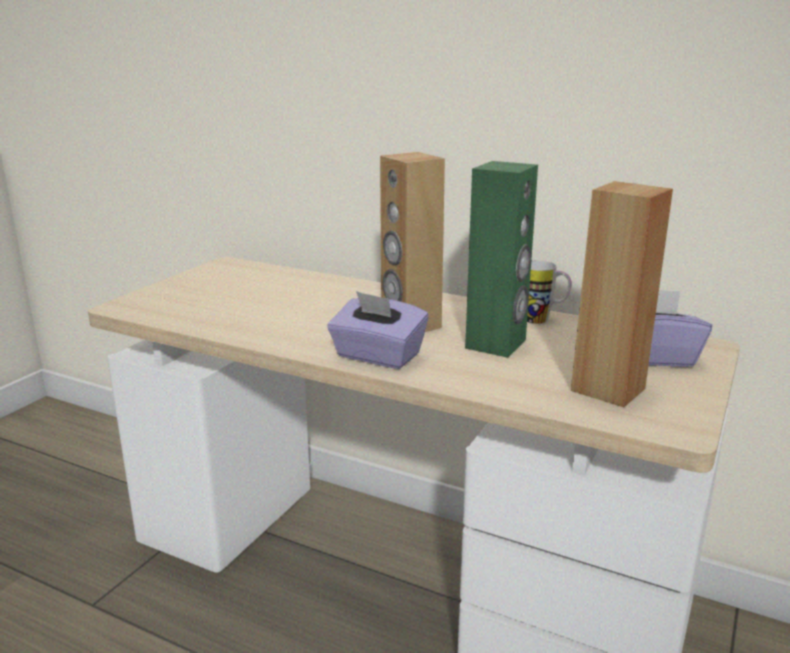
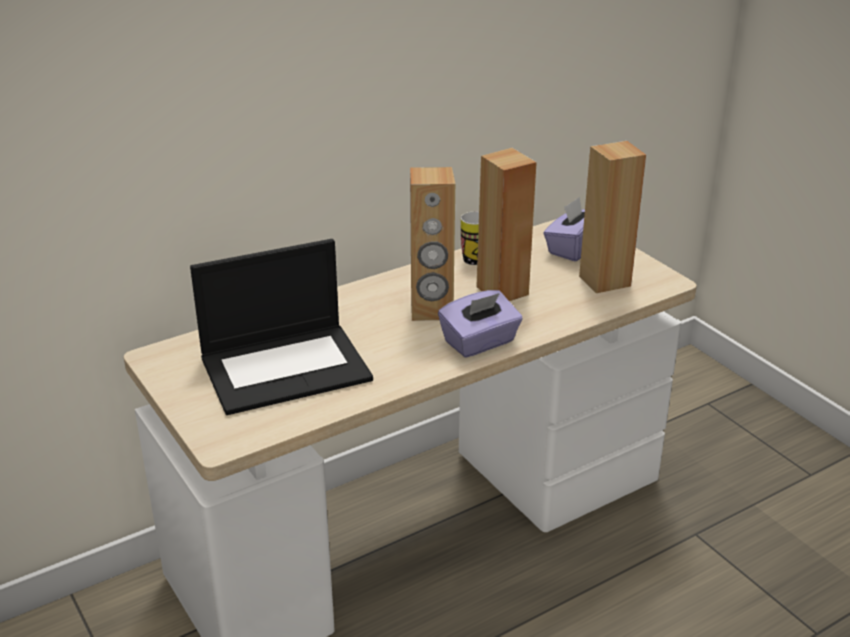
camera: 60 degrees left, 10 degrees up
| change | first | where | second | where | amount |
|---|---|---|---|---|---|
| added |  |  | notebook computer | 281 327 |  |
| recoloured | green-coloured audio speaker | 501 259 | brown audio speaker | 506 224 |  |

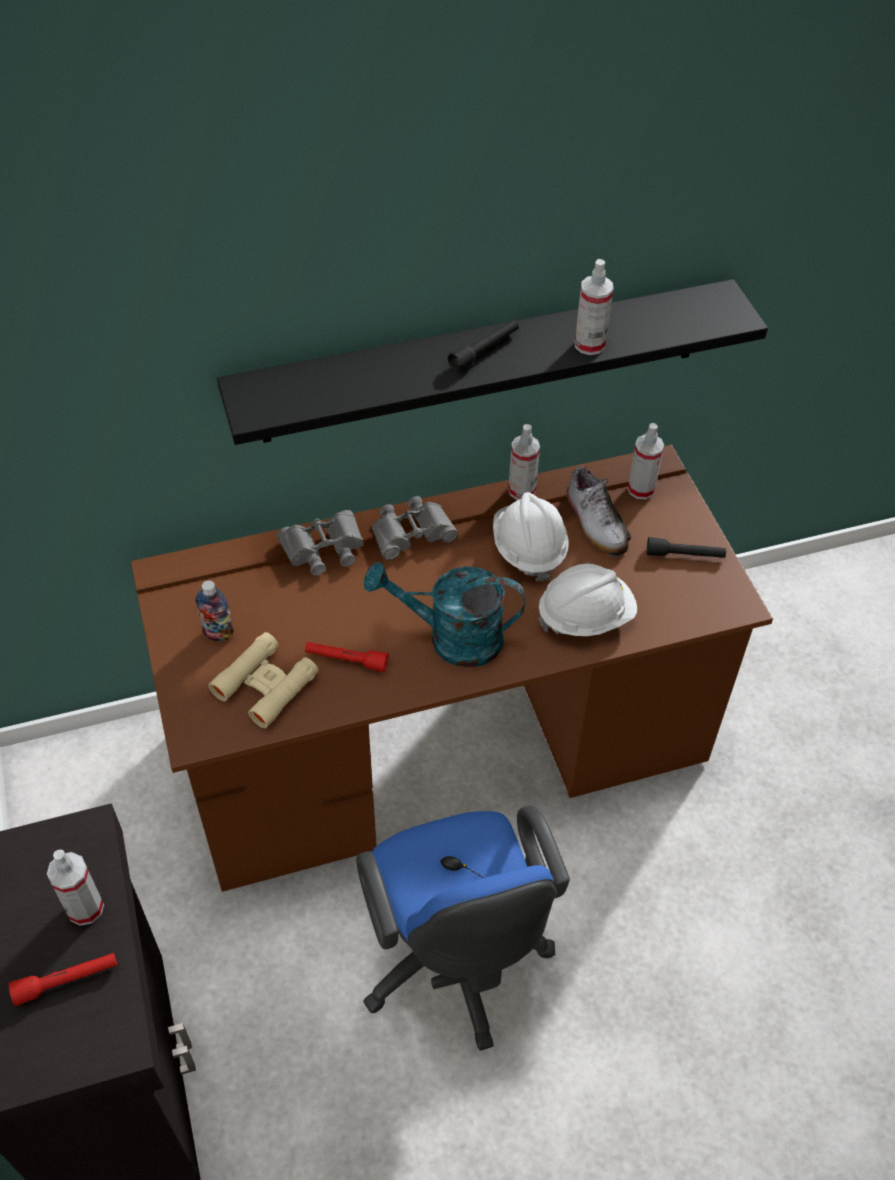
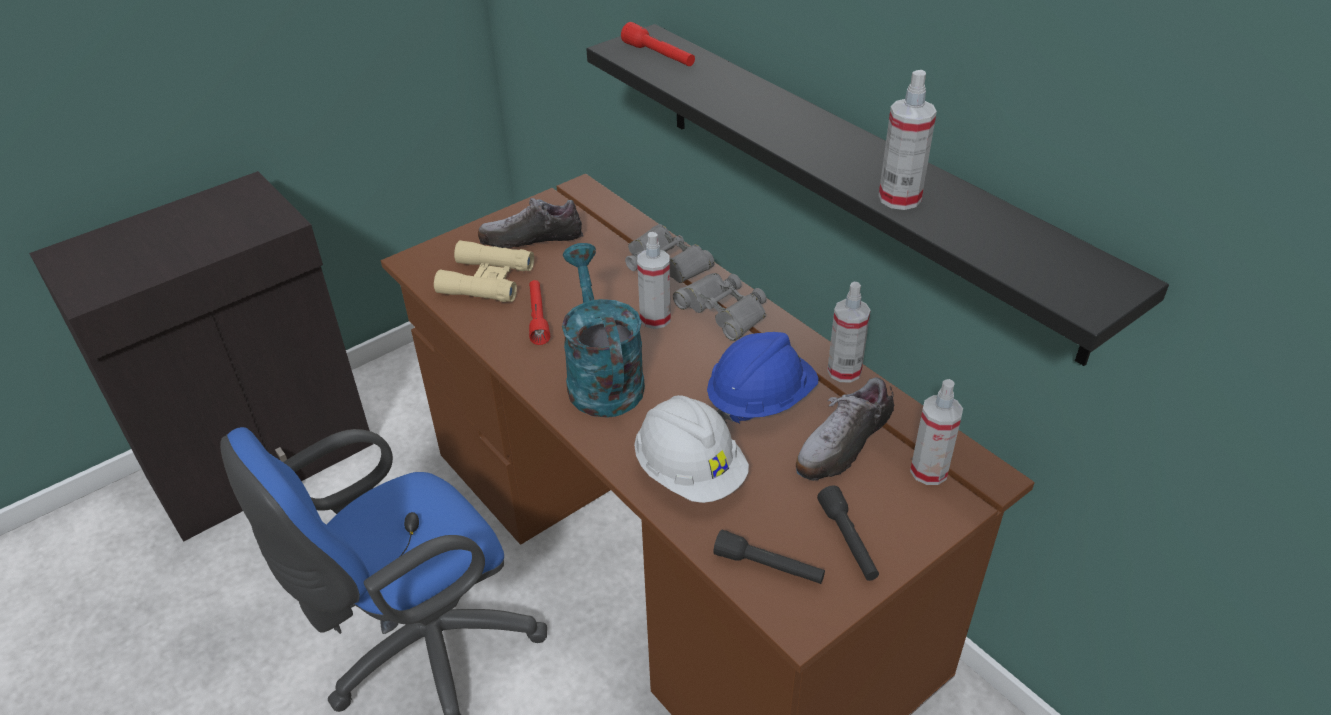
camera: 70 degrees right, 10 degrees down
| change | first | where | second | where | amount |
|---|---|---|---|---|---|
| replaced | drink bottle | 214 610 | low shoe | 530 223 |  |
| moved | red-coloured flashlight | 63 979 |  | 658 44 |  |
| moved | hand sprayer | 75 887 |  | 654 280 |  |
| recoloured | white-coloured safety helmet | 531 536 | blue safety helmet | 763 378 |  |
| moved | black flashlight | 483 346 |  | 769 557 |  |

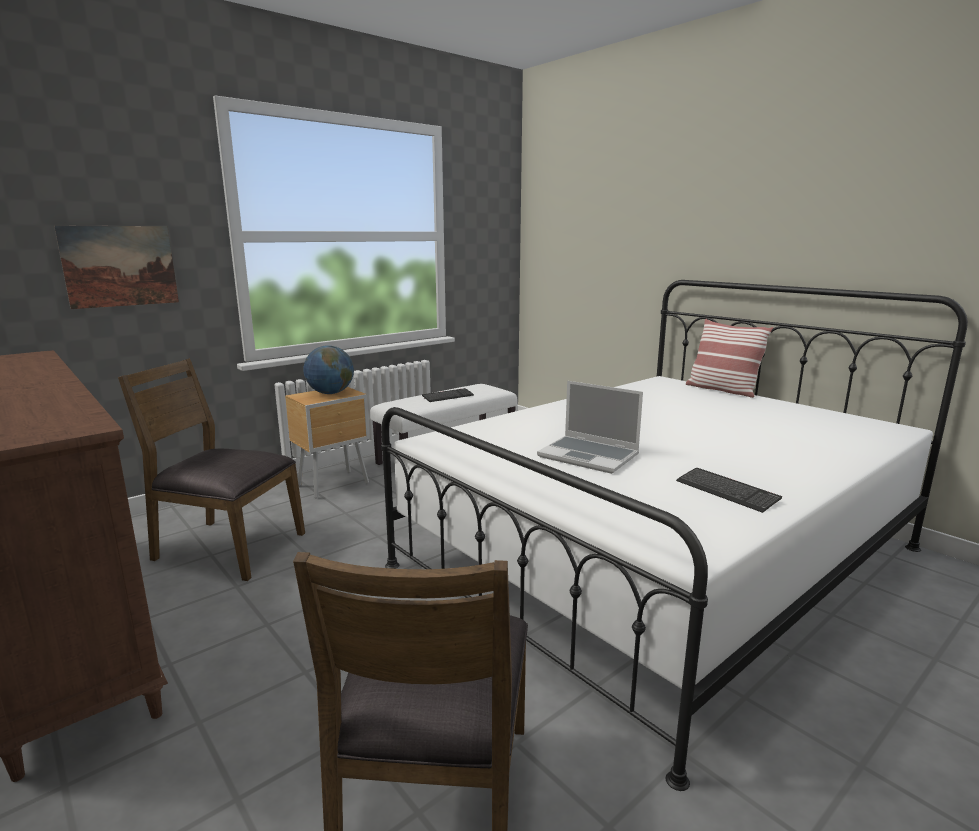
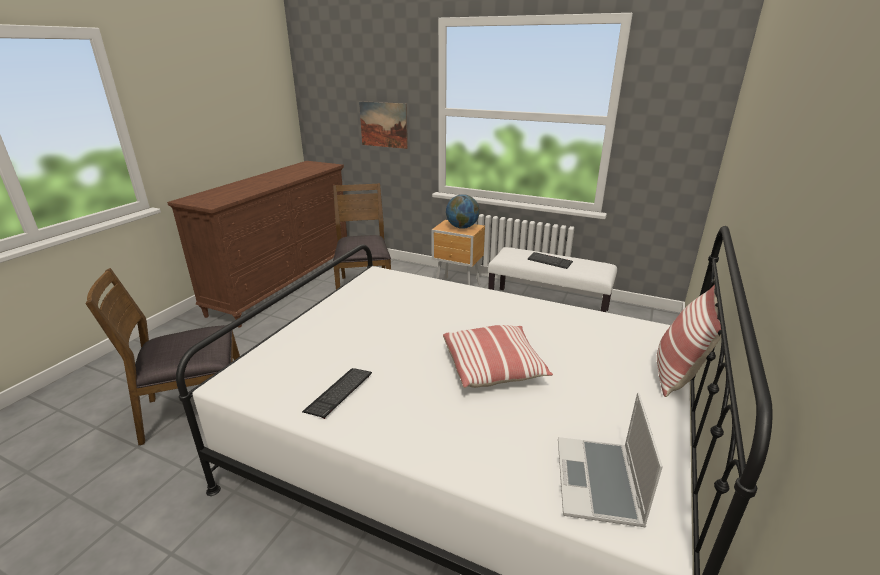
camera: 65 degrees right, 10 degrees up
| change | first | where | second | where | amount |
|---|---|---|---|---|---|
| added |  |  | throw pillow | 498 356 |  |
| moved | notebook computer | 590 427 |  | 610 459 |  |

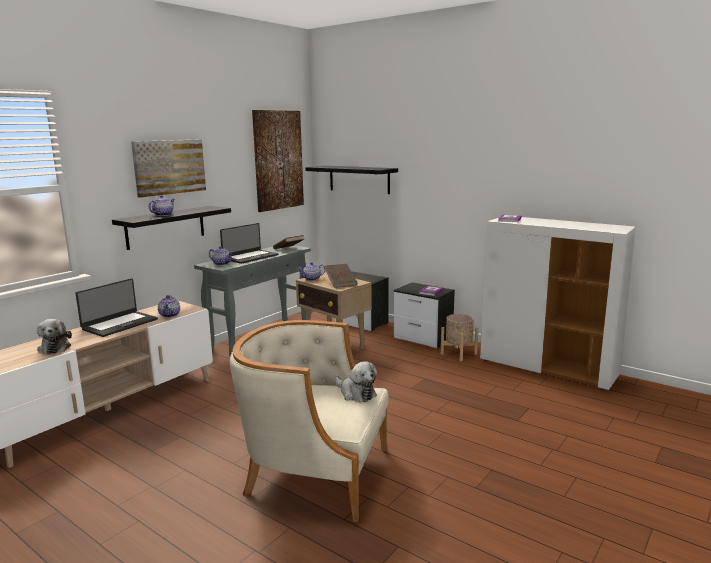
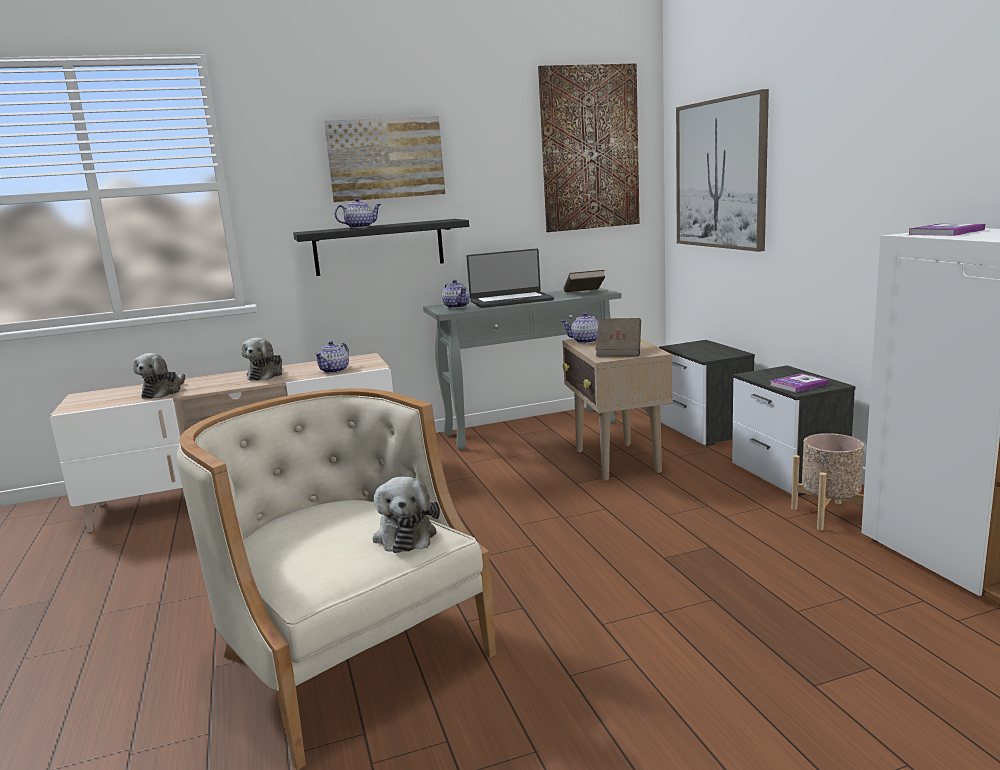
camera: 35 degrees right, 0 degrees up
| change | first | where | second | where | amount |
|---|---|---|---|---|---|
| replaced | notebook computer | 117 307 | plush toy | 261 359 |  |
| replaced | black shelf | 352 180 | wall art | 722 170 |  |

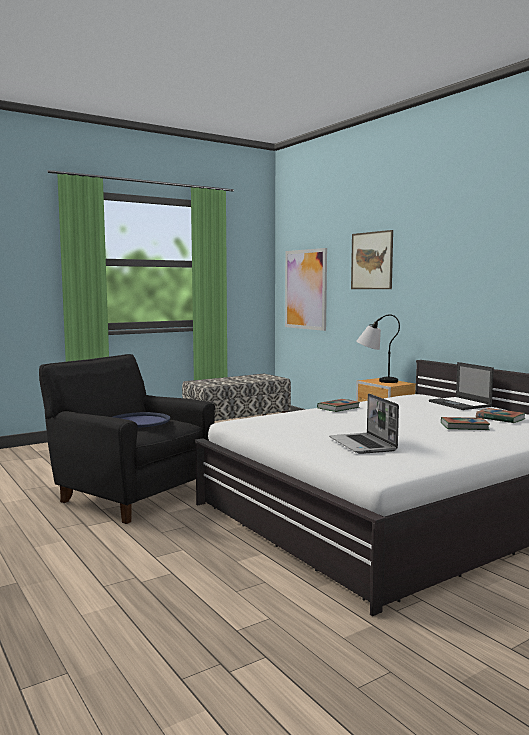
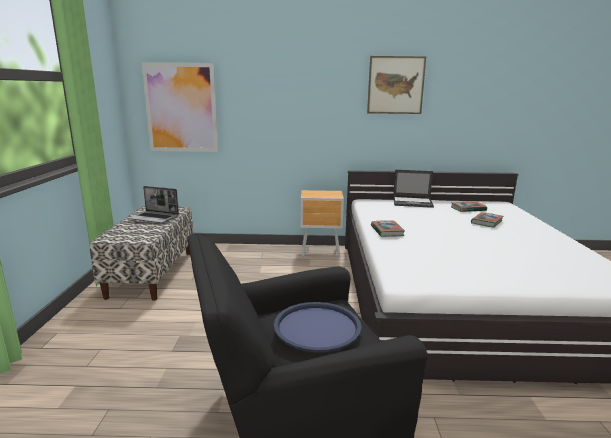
camera: 55 degrees left, 10 degrees up
| change | first | where | second | where | amount |
|---|---|---|---|---|---|
| moved | notebook computer | 364 424 |  | 153 204 |  |
| moved | wall art | 372 259 |  | 396 85 |  |
| removed | table lamp | 378 348 |  |  |  |

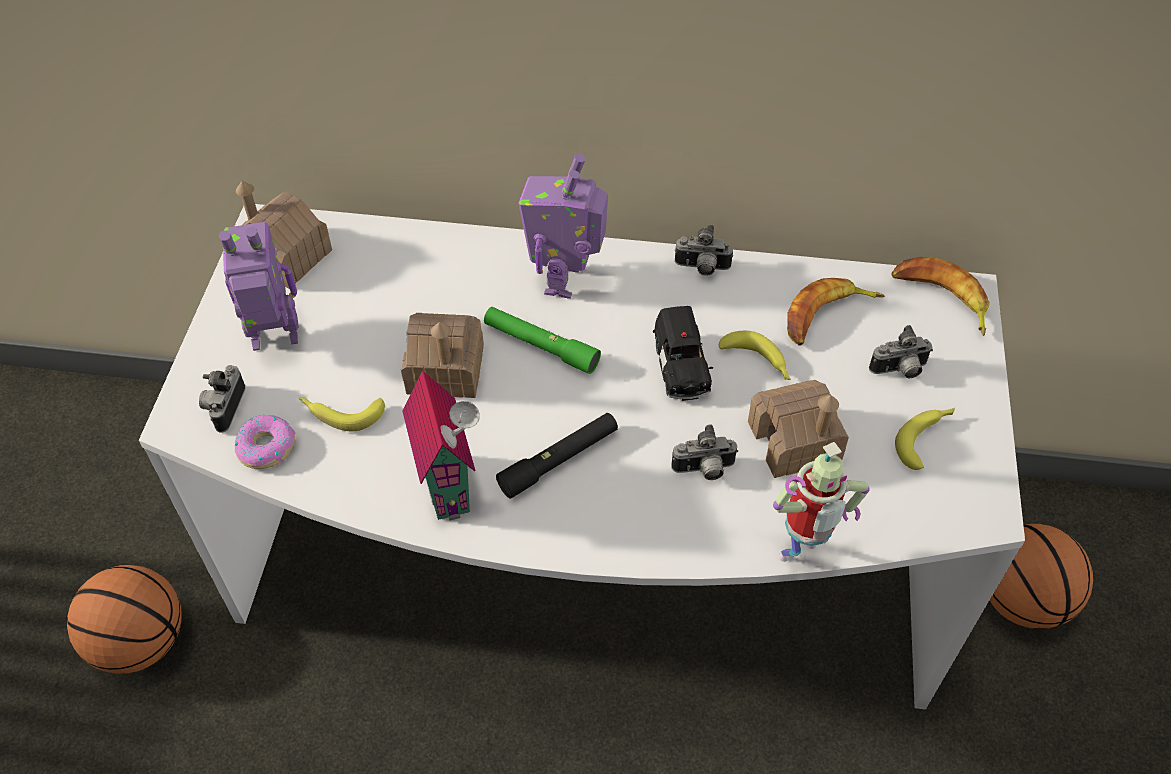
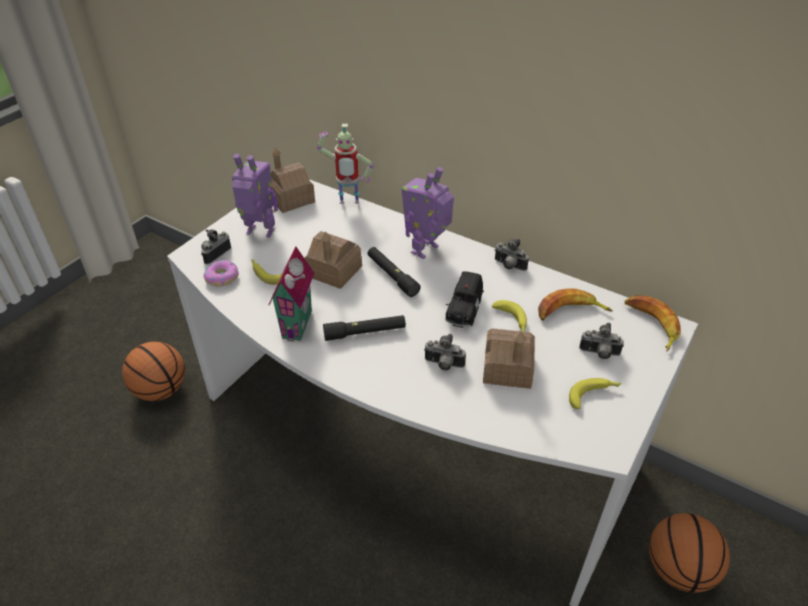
camera: 25 degrees right, 10 degrees down
| change | first | where | second | where | amount |
|---|---|---|---|---|---|
| moved | toy robot | 821 502 |  | 345 164 |  |
| recoloured | green-coloured flashlight | 542 340 | black flashlight | 393 272 |  |

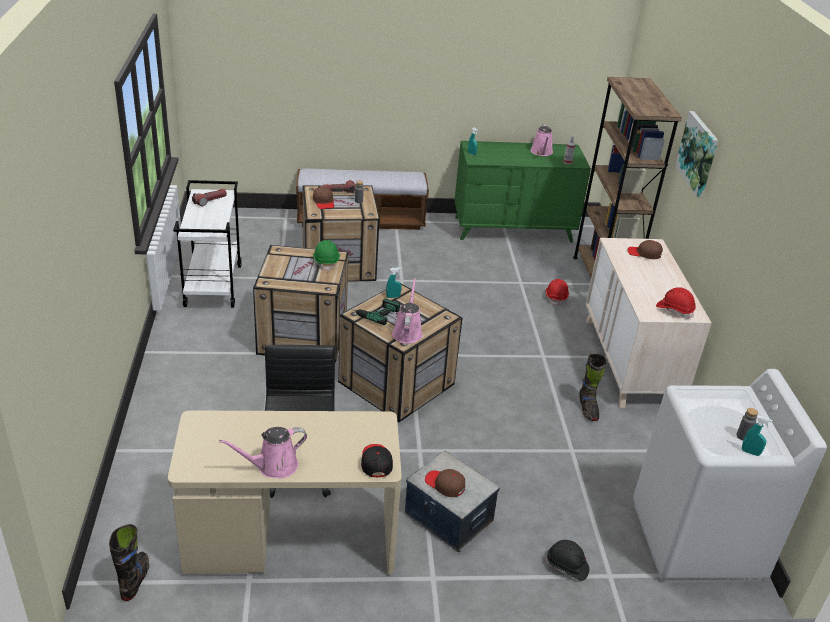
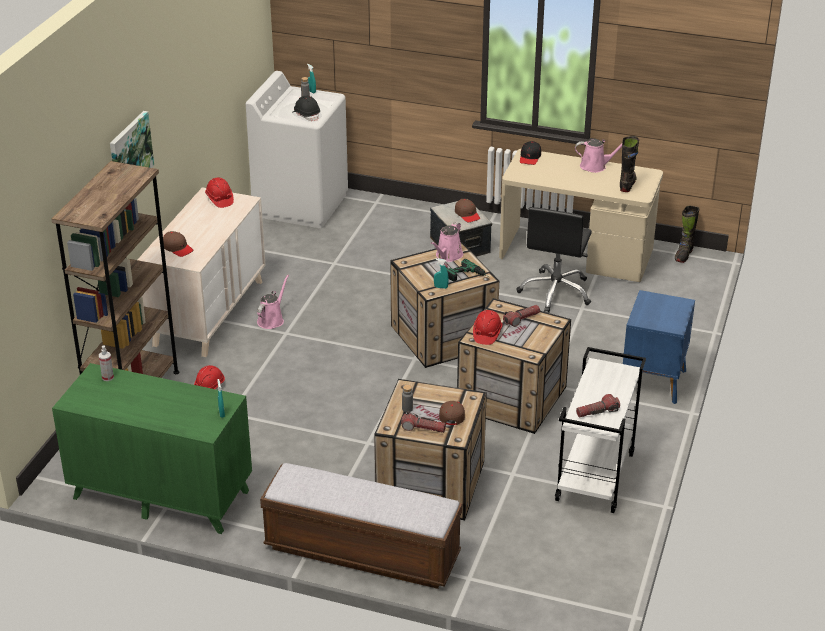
camera: 155 degrees left, 0 degrees up
| change | first | where | second | where | amount |
|---|---|---|---|---|---|
| moved | pink watering can | 542 140 |  | 273 302 |  |
| moved | black safety helmet | 567 560 |  | 306 108 |  |
| recoloured | green-coloured safety helmet | 326 255 | red-coloured safety helmet | 487 327 |  |
| added |  |  | flashlight | 521 316 |  |
| moved | black tall boot | 593 387 |  | 629 164 |  |
| added |  |  | blue nightstand | 659 347 |  |

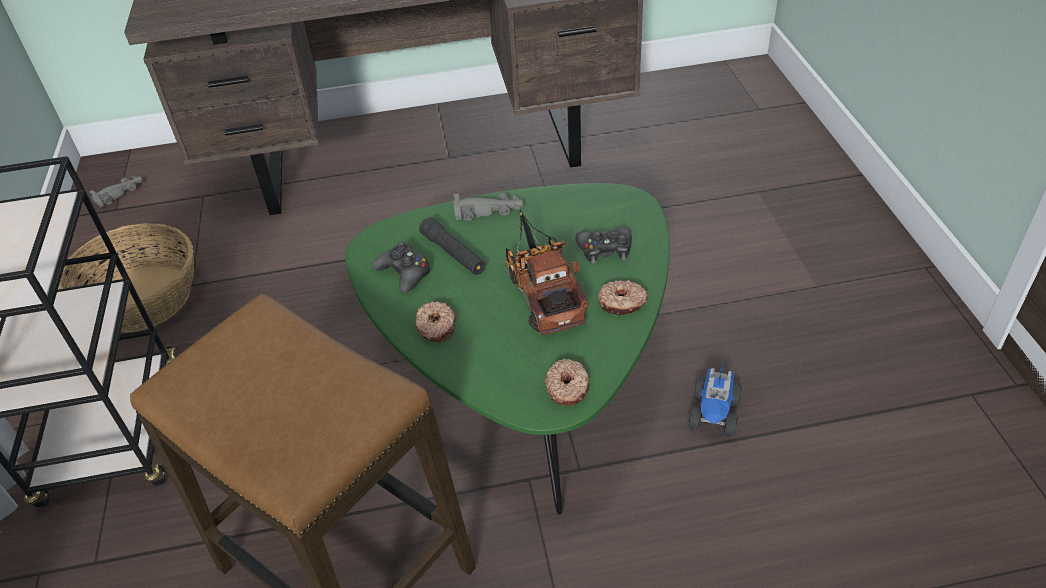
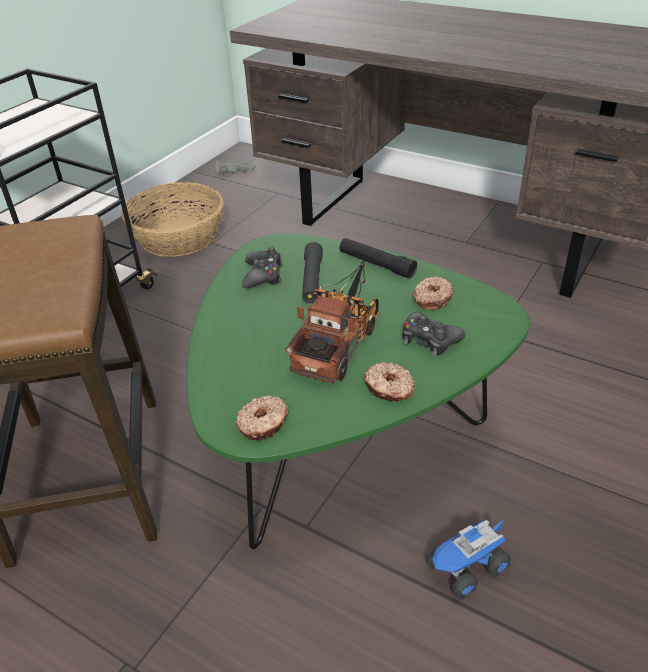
camera: 40 degrees right, 5 degrees down
| change | first | where | second | where | amount |
|---|---|---|---|---|---|
| replaced | gray miniature car | 488 207 | black flashlight | 378 258 |  |
| moved | donut | 435 321 |  | 433 293 |  |

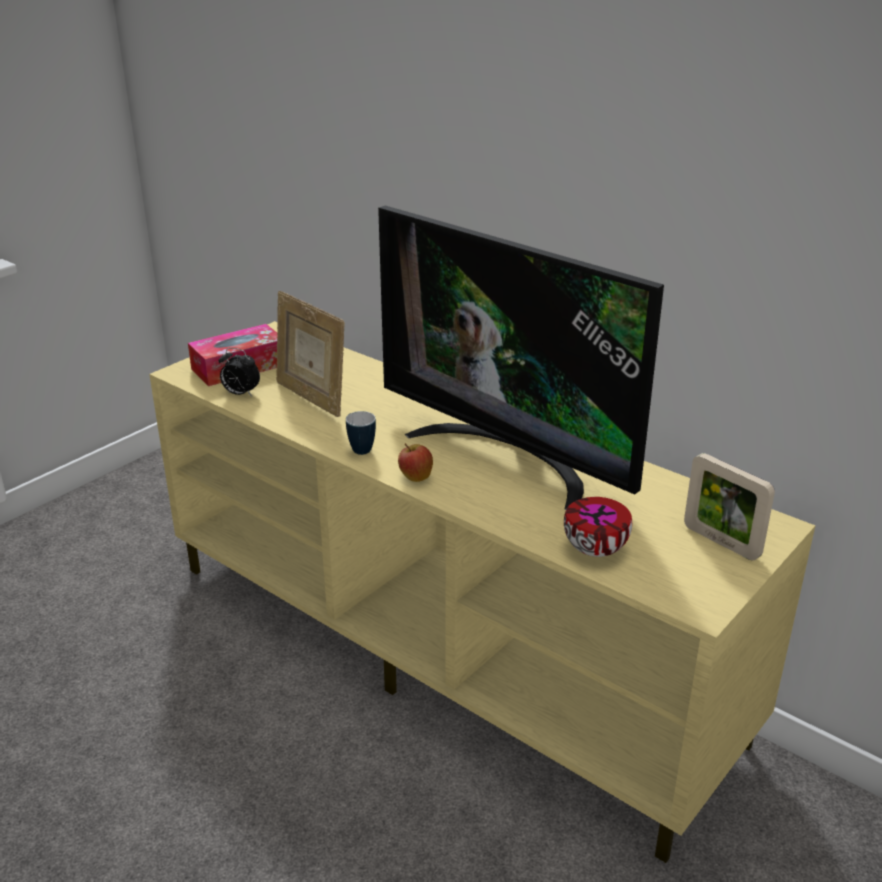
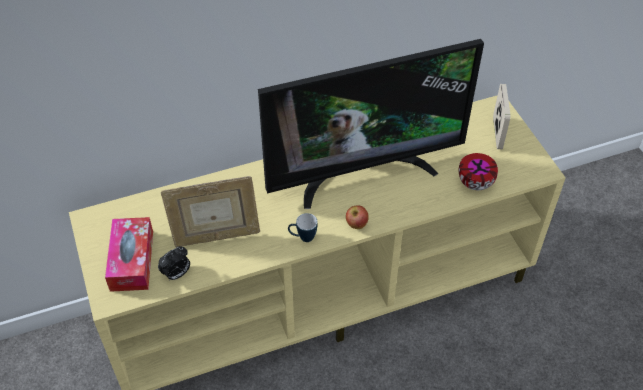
camera: 60 degrees left, 20 degrees up
| change | first | where | second | where | amount |
|---|---|---|---|---|---|
| turned | standing frame | 729 506 |  | 501 116 | 75 degrees counterclockwise |

